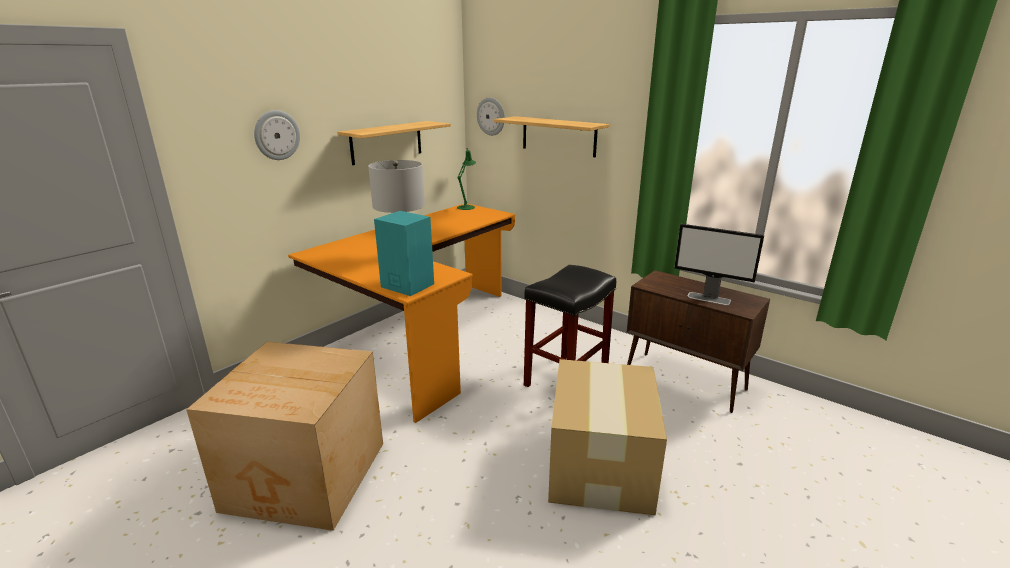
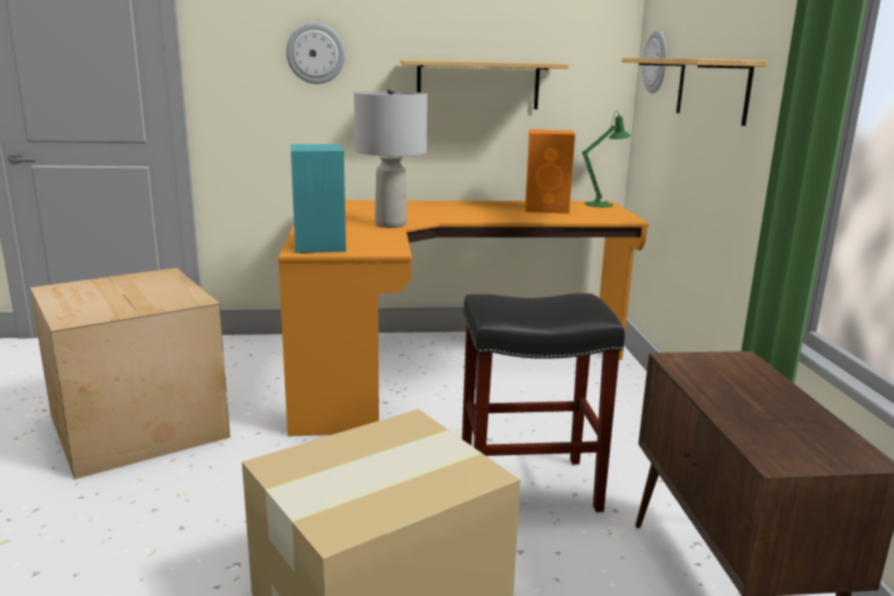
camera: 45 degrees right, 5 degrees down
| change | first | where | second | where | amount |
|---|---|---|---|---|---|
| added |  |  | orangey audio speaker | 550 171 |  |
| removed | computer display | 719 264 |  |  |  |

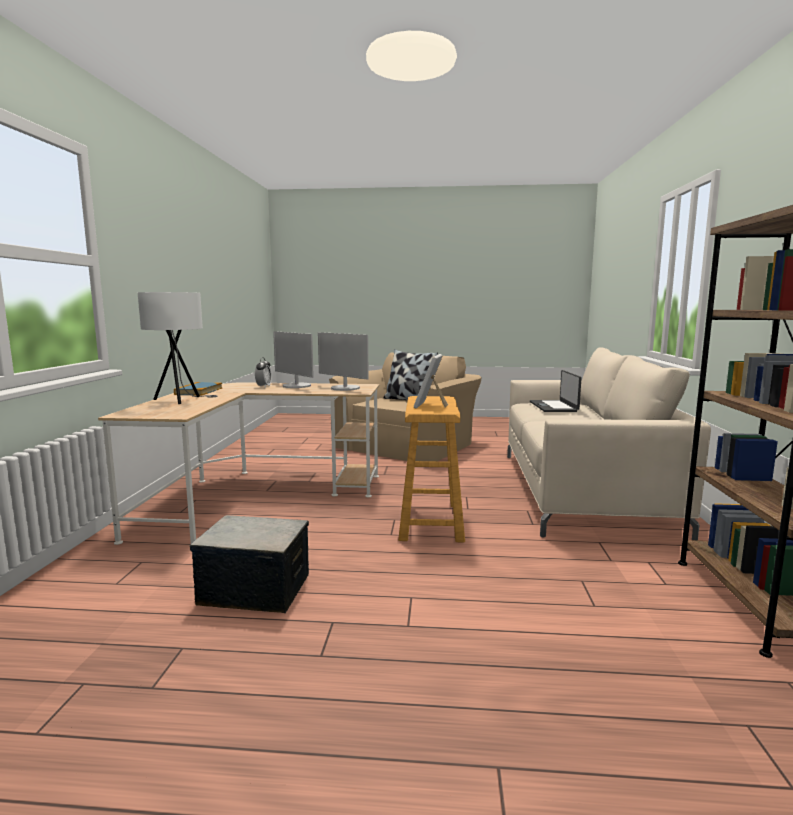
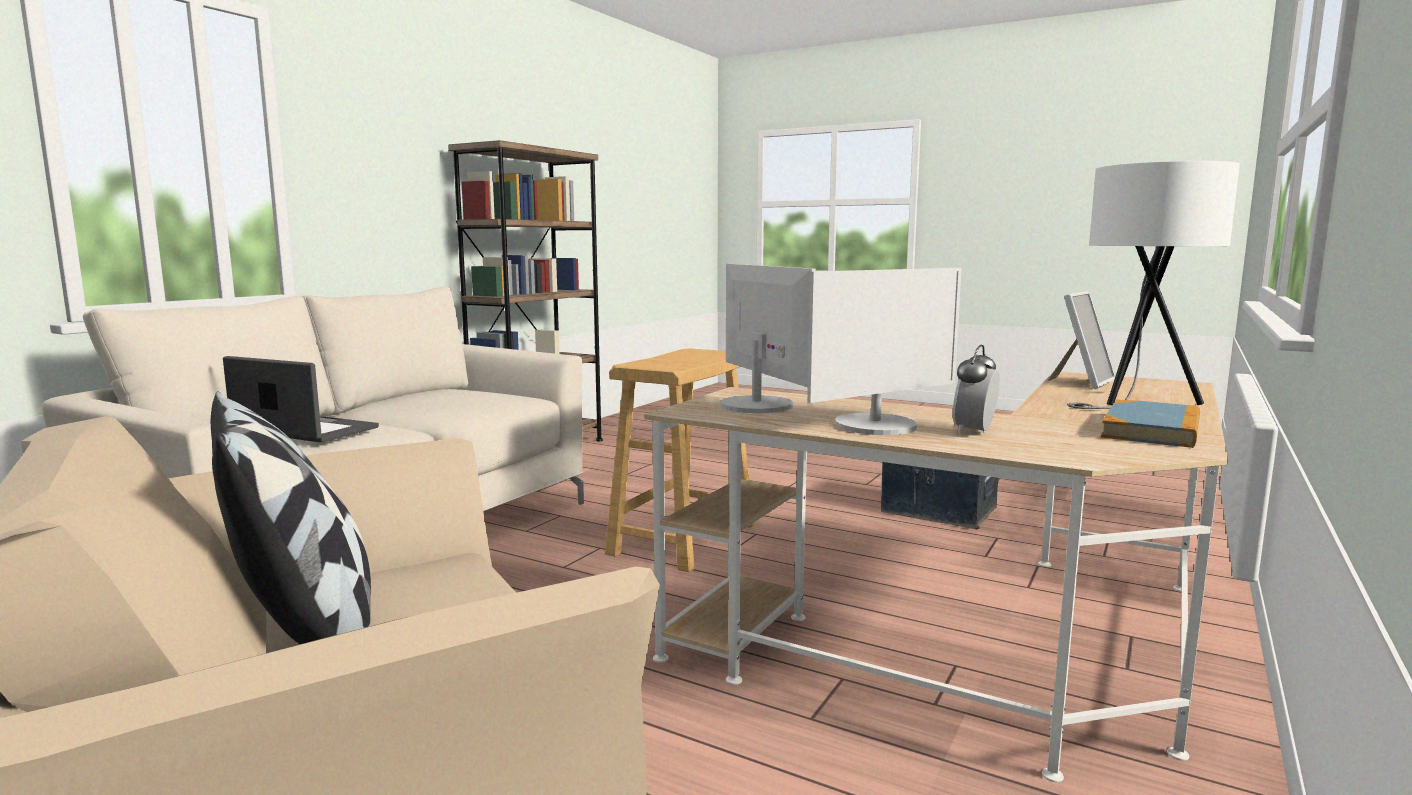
camera: 155 degrees left, 0 degrees up
| change | first | where | second | where | amount |
|---|---|---|---|---|---|
| turned | notebook computer | 556 391 |  | 301 399 | 90 degrees counterclockwise |
| turned | computer display | 293 359 |  | 884 351 | 75 degrees clockwise |
| moved | standing frame | 431 381 |  | 1081 340 |  |

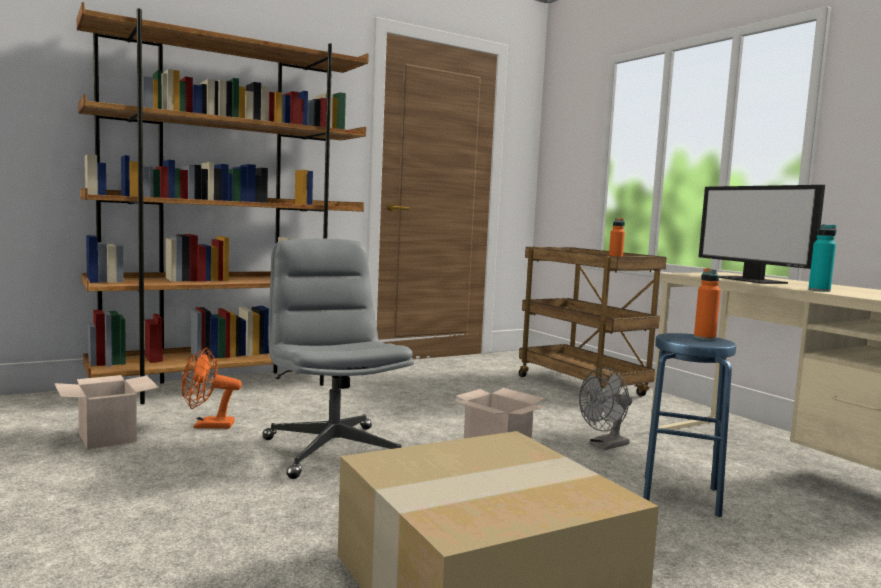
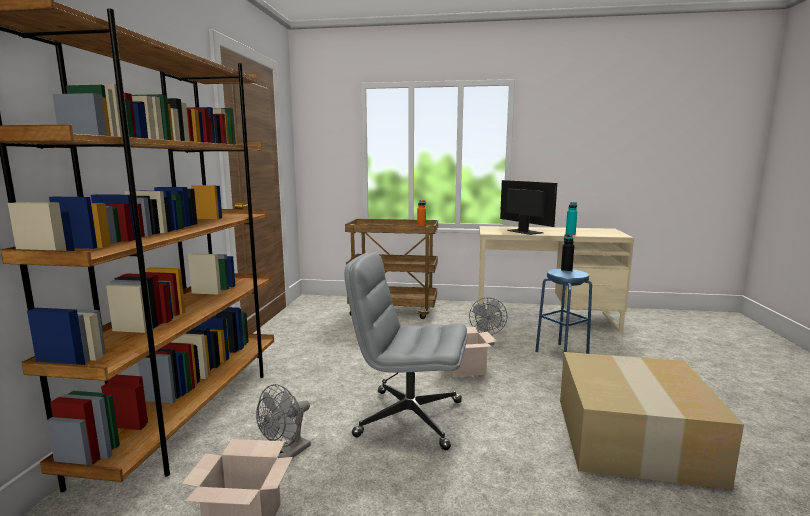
camera: 50 degrees left, 5 degrees up
| change | first | where | second | where | amount |
|---|---|---|---|---|---|
| recoloured | orangey cooling fan | 212 388 | gray cooling fan | 283 421 |  |
| turned | computer display | 762 234 |  | 528 207 | 135 degrees counterclockwise |
| recoloured | orangey drink bottle | 707 304 | black drink bottle | 567 253 |  |

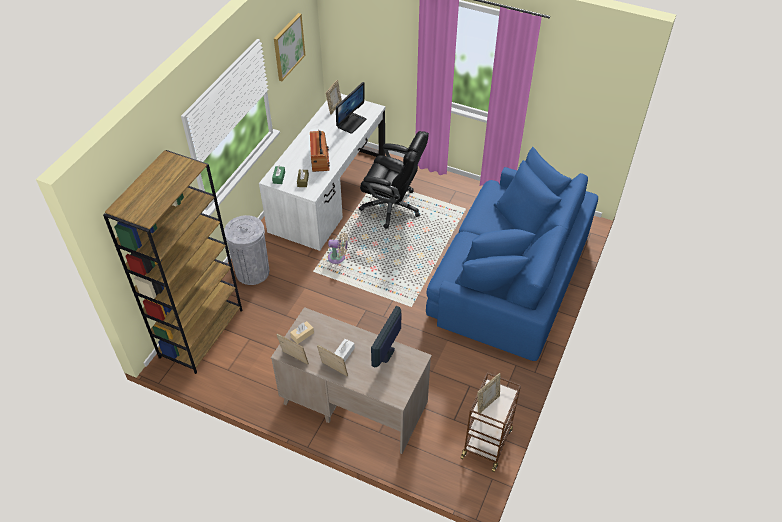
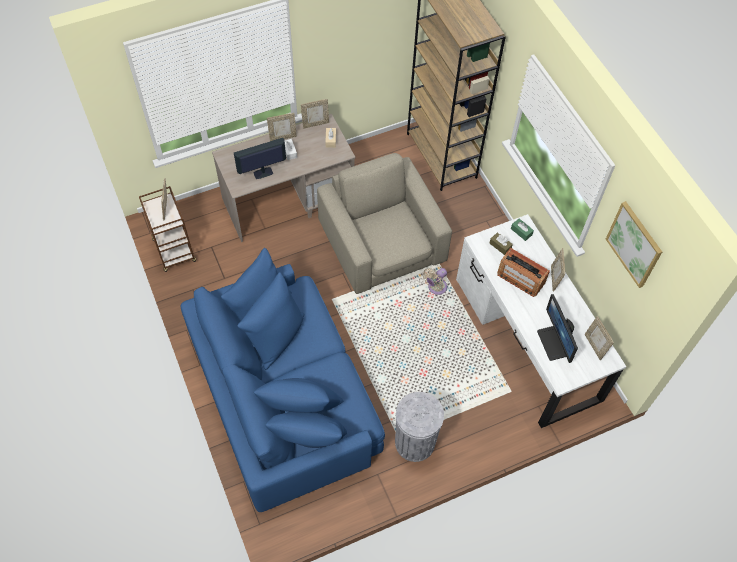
camera: 130 degrees right, 10 degrees up
| change | first | where | second | where | amount |
|---|---|---|---|---|---|
| turned | computer display | 386 336 |  | 260 158 | 90 degrees counterclockwise |
| added |  |  | beige easy chair | 384 223 |  |
| moved | gray trash can | 246 250 |  | 419 427 |  |
| added |  |  | standing frame | 558 269 |  |
| removed | black office chair | 394 180 |  |  |  |

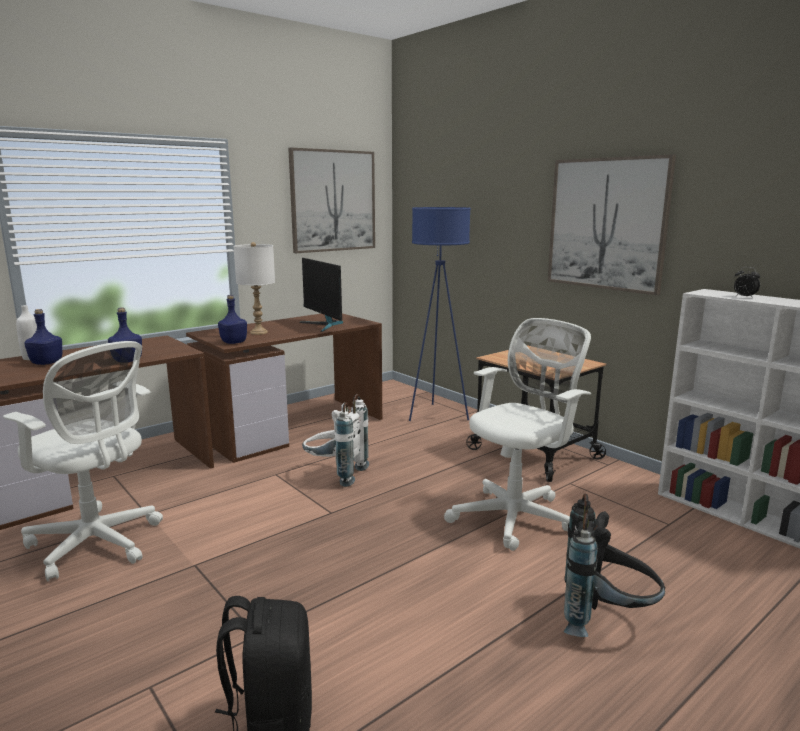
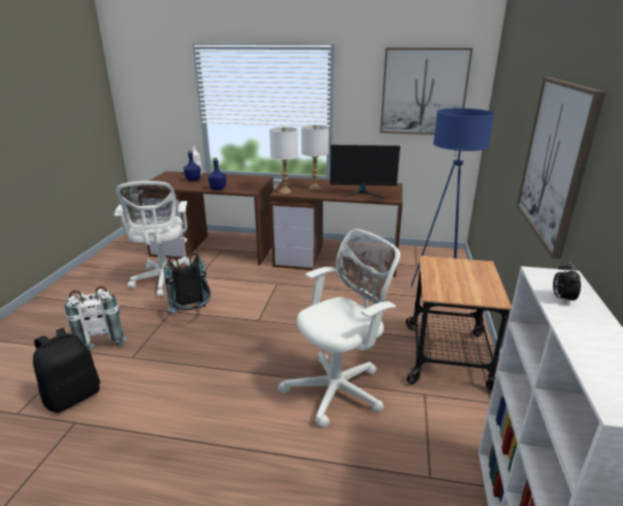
camera: 50 degrees right, 10 degrees up
| change | first | where | second | where | amount |
|---|---|---|---|---|---|
| moved | white-coloured rucksack | 335 440 |  | 96 318 |  |
| moved | black rucksack | 614 565 |  | 187 283 |  |
| replaced | blue drink bottle | 232 319 | white-coloured table lamp | 283 160 |  |
| turned | white-coloured office chair | 517 434 |  | 339 328 | 45 degrees counterclockwise |
| turned | computer display | 321 295 |  | 365 171 | 105 degrees counterclockwise |

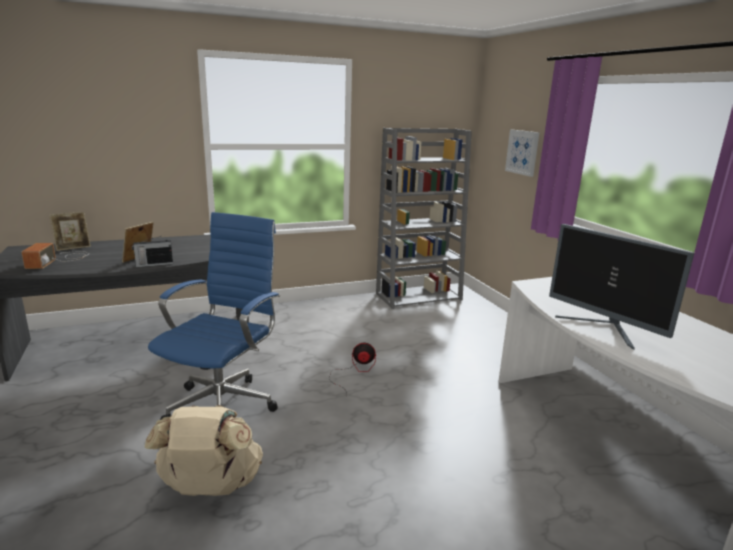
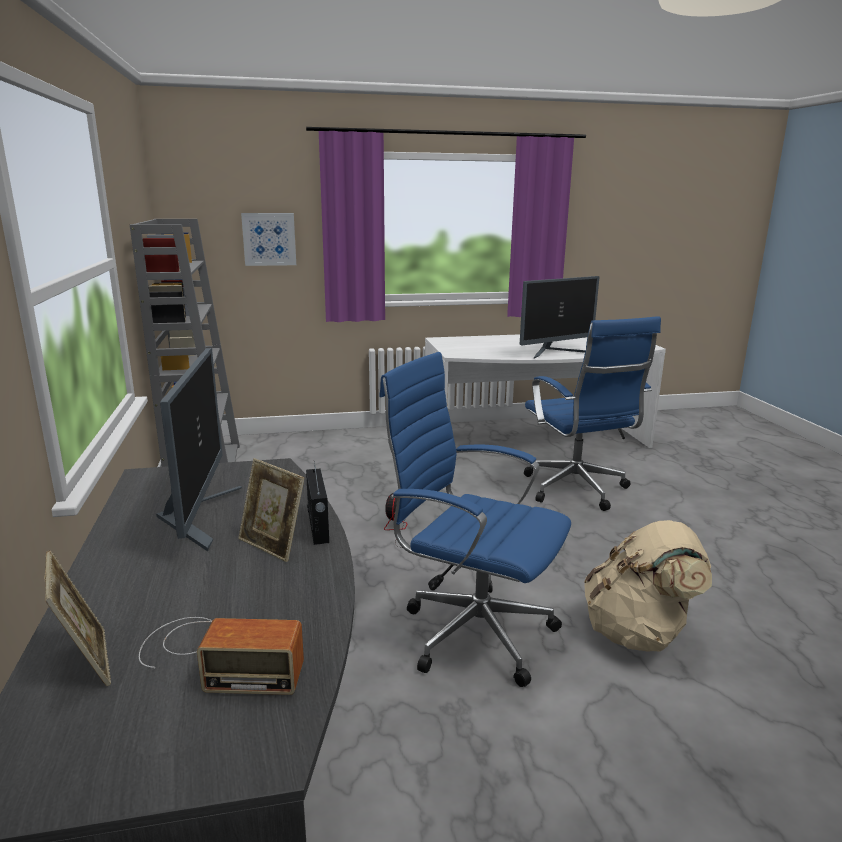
camera: 80 degrees left, 0 degrees up
| change | first | where | second | where | amount |
|---|---|---|---|---|---|
| added |  |  | computer display | 199 450 |  |
| added |  |  | blue office chair | 592 413 |  |

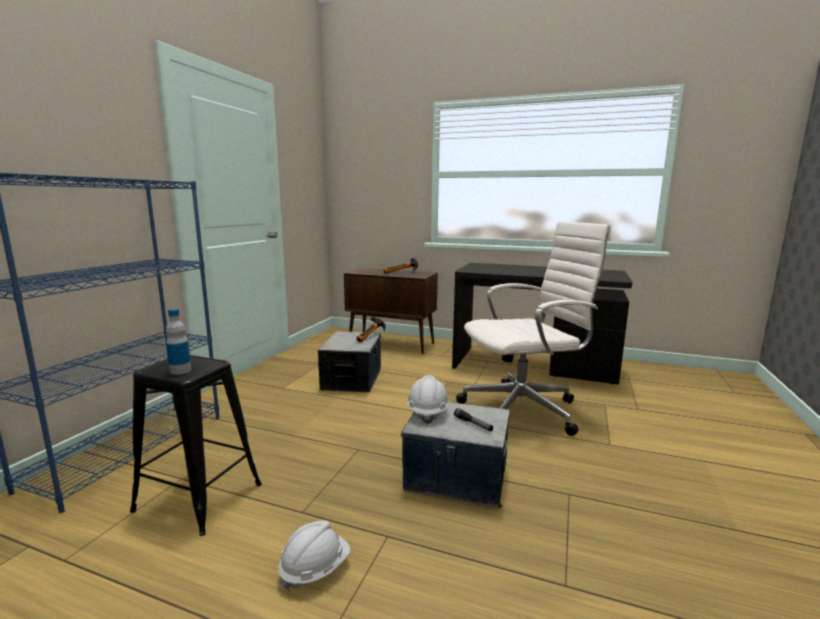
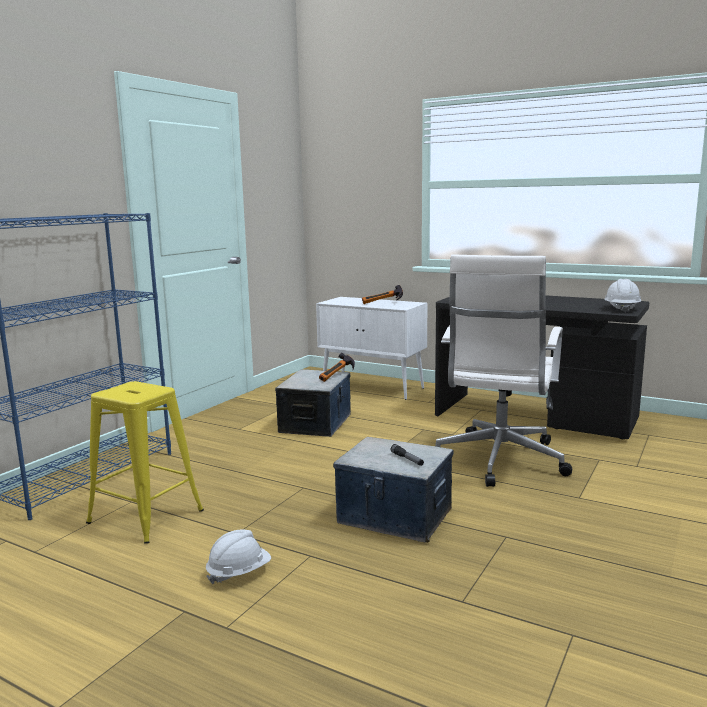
camera: 10 degrees right, 0 degrees up
| change | first | where | second | where | amount |
|---|---|---|---|---|---|
| recoloured | black stool | 196 445 | yellowish stool | 145 462 |  |
| recoloured | brown cupboard | 391 311 | white-coloured cupboard | 371 348 |  |
| turned | white-coloured office chair | 533 328 |  | 503 371 | 120 degrees clockwise |
| moved | white-coloured safety helmet | 428 400 |  | 622 295 |  |
| removed | drink bottle | 178 342 |  |  |  |

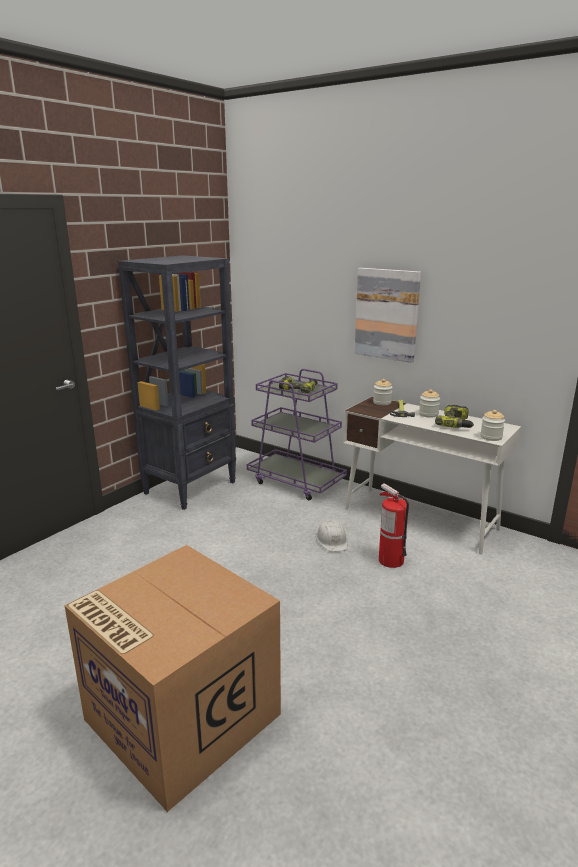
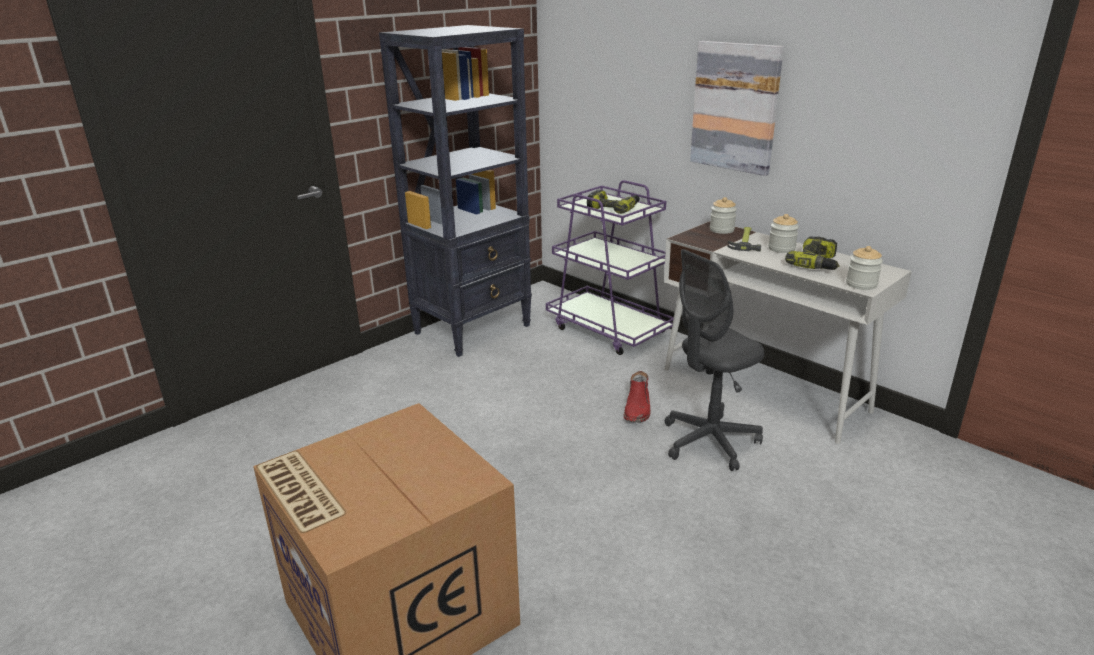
camera: 10 degrees right, 5 degrees up
| change | first | where | second | where | amount |
|---|---|---|---|---|---|
| replaced | white-coloured safety helmet | 332 535 | red-coloured tall boot | 637 396 |  |
| replaced | fire-fighting cylinder | 394 525 | gray office chair | 715 360 |  |

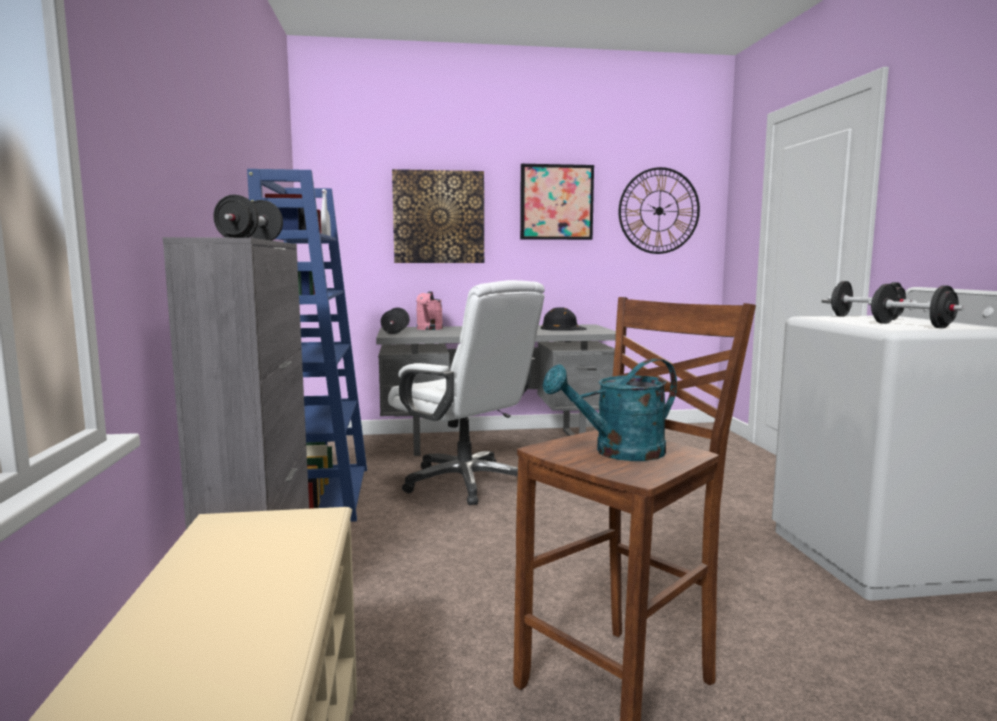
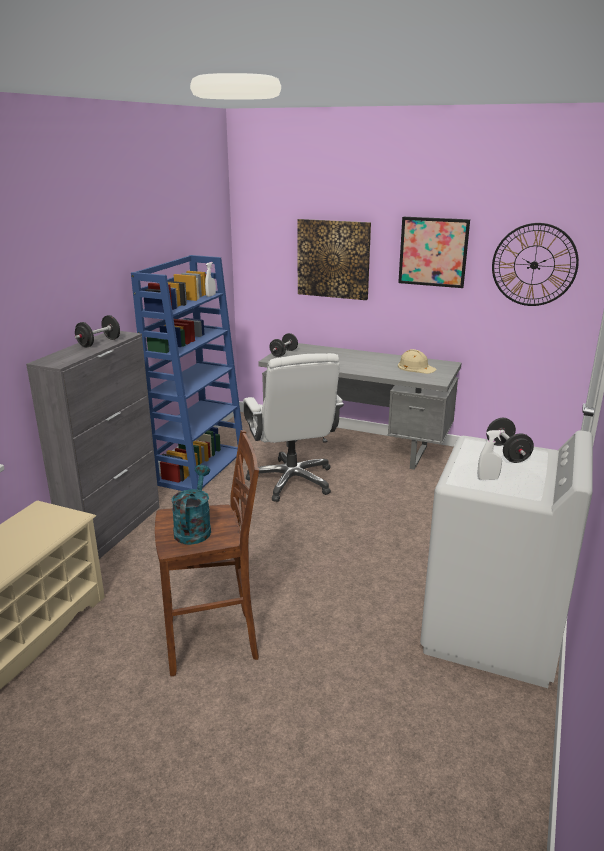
camera: 30 degrees right, 15 degrees up
| change | first | where | second | where | amount |
|---|---|---|---|---|---|
| turned | turquoise-coloured watering can | 609 409 |  | 191 505 | 90 degrees clockwise |
| recoloured | black safety helmet | 564 319 | beige safety helmet | 417 361 |  |
| replaced | black hand weight | 916 306 | white-coloured hand sprayer | 491 455 |  |
| removed | pink watering can | 429 310 |  |  |  |

